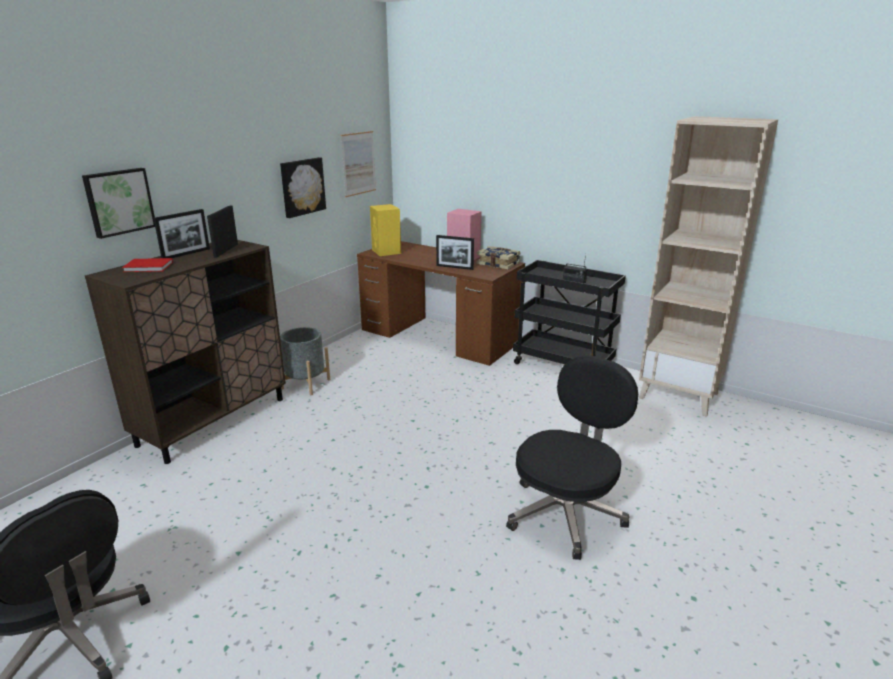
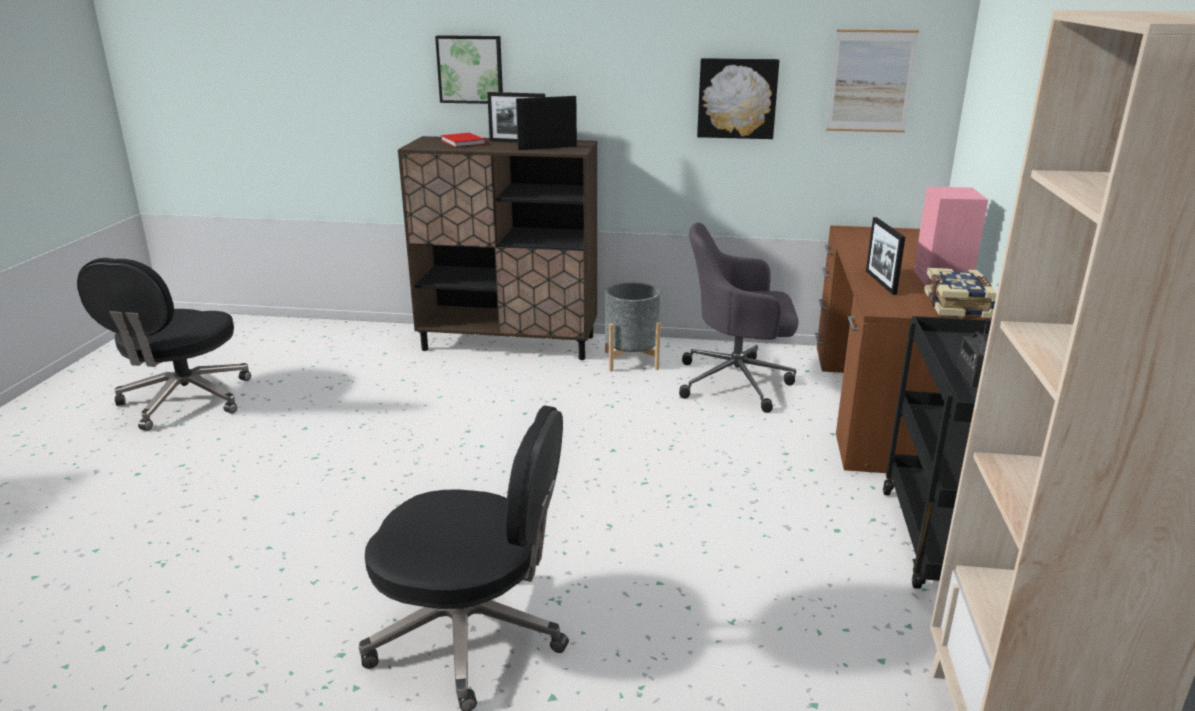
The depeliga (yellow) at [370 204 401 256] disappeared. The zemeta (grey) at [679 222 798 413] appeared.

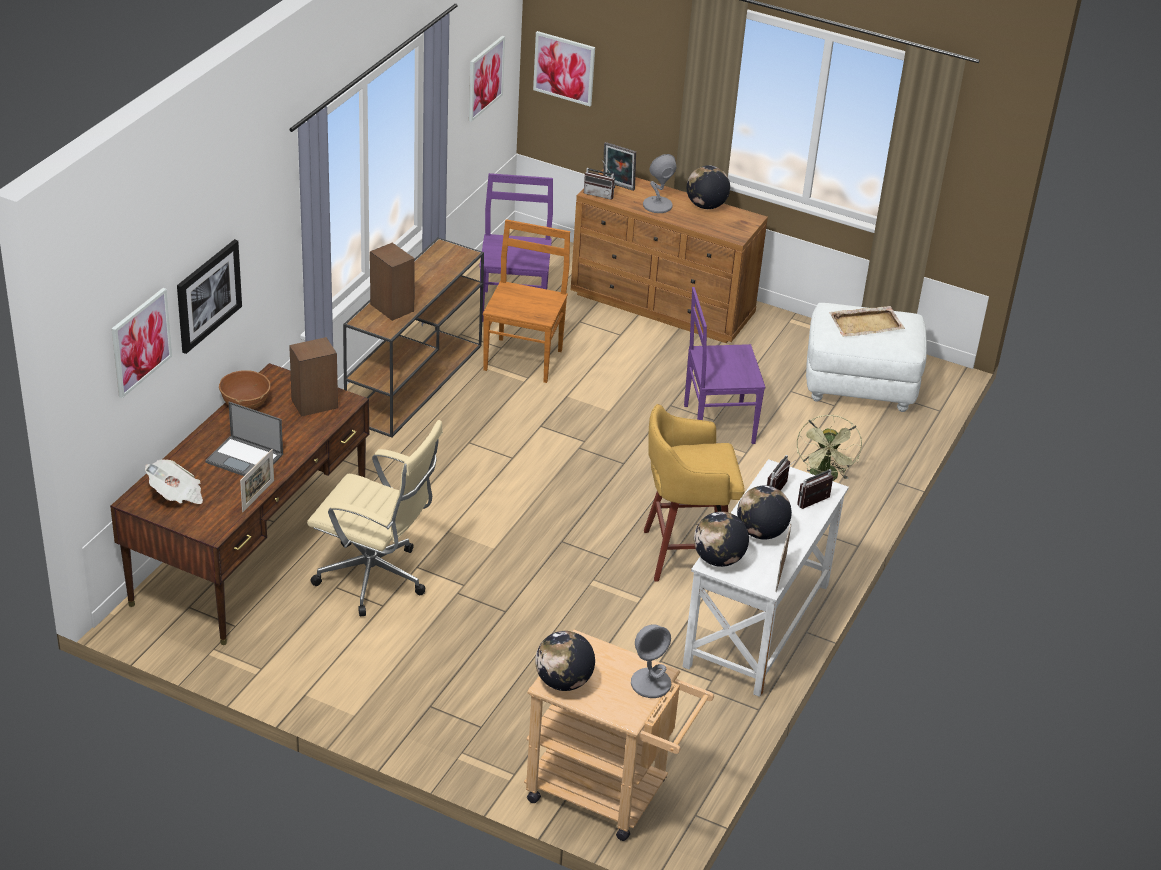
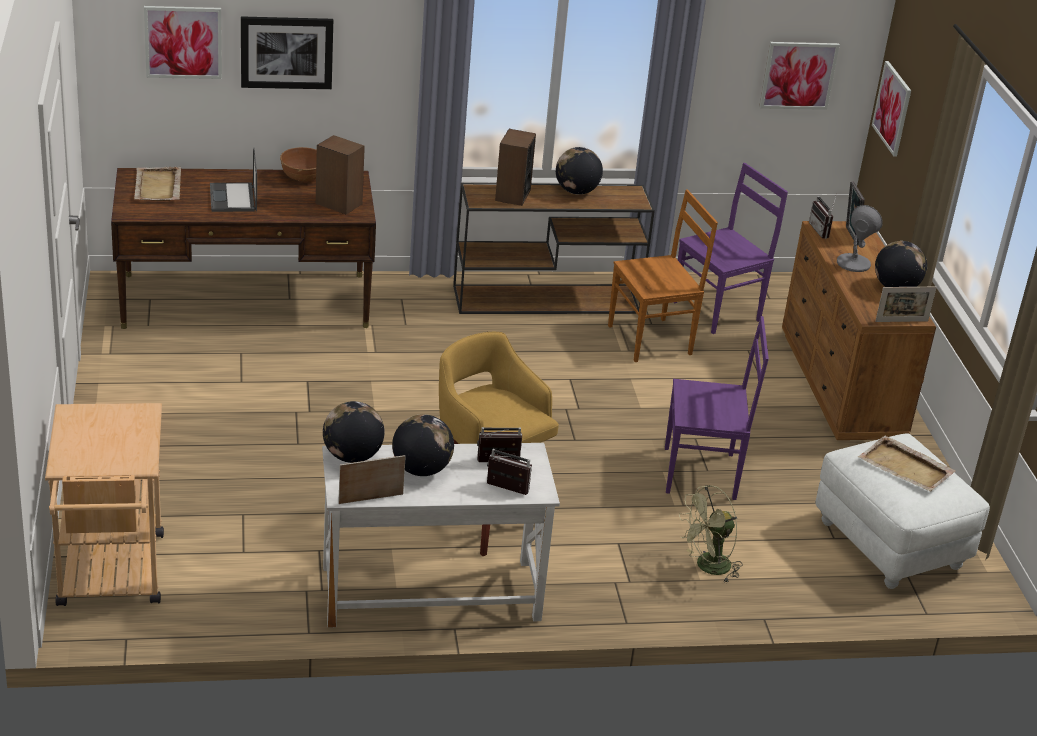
The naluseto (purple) at [684 287 765 444] turned 135 degrees clockwise. The zemeta (beige) at [307 420 443 616] disappeared. The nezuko moved from [240 449 274 512] to [875 287 937 322]. The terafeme at [145 459 203 504] was replaced by the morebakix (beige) at [134 166 181 201]. The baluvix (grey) at [631 624 672 698] disappeared. The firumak moved from [535 631 595 691] to [556 147 603 195].

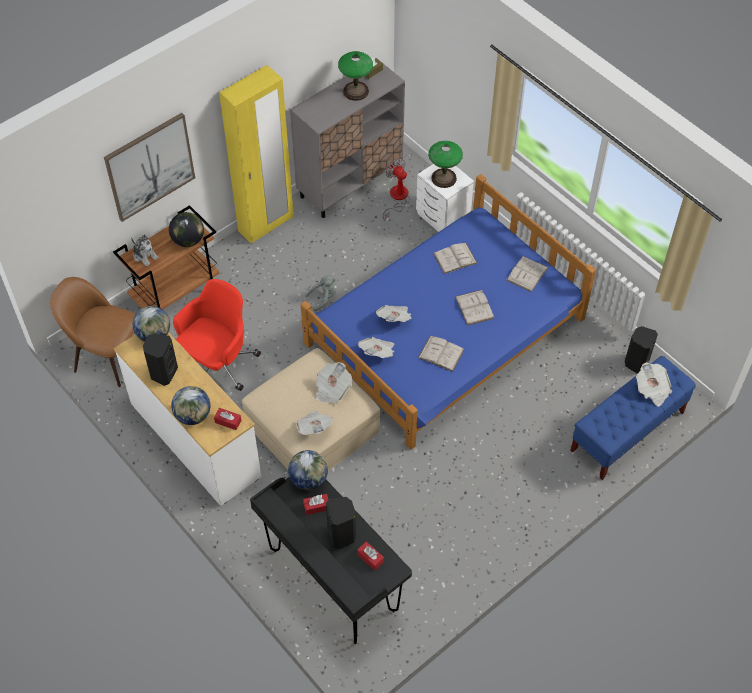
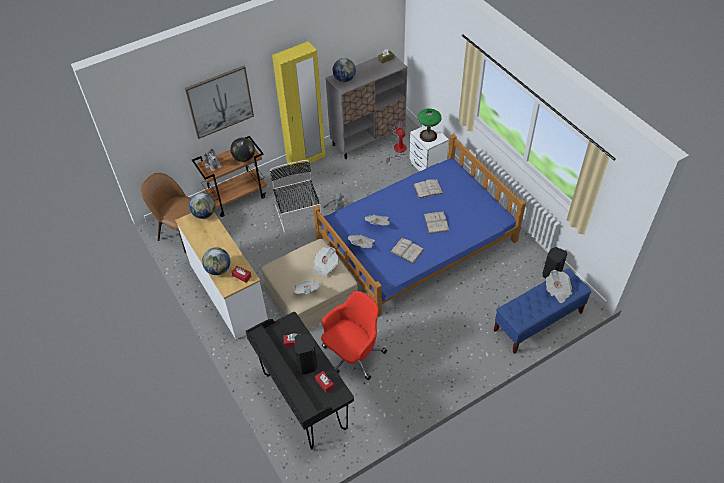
The baluvix at [338 51 373 101] disappeared. The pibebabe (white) at [506 256 548 292] disappeared. The zemeta (red) moved from [173 279 261 391] to [321 291 387 380]. The depeliga (black) at [143 333 178 386] disappeared. The firumak moved from [288 450 328 490] to [333 58 356 82]. The naluseto (black) at [270 160 321 233] appeared.

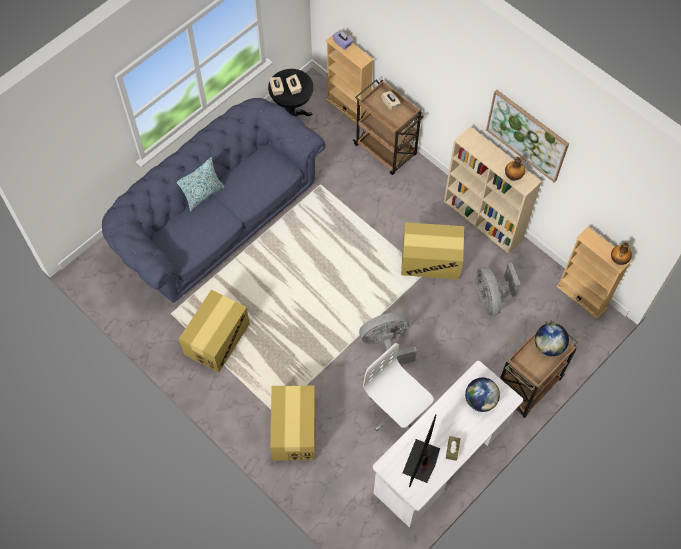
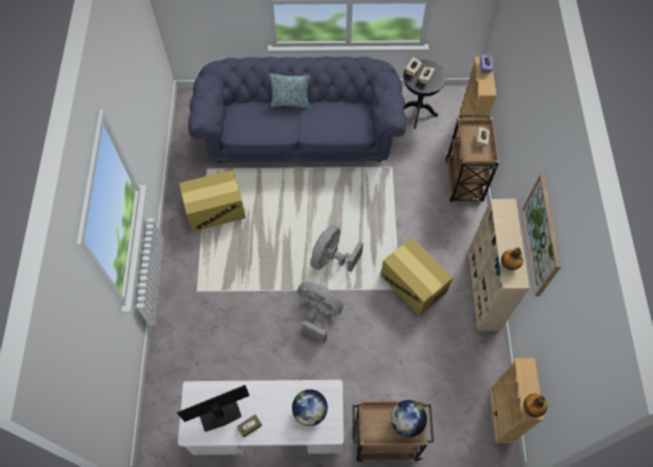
The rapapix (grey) moved from [475 263 521 316] to [311 225 363 272]. The zemeta (white) at [363 343 434 431] disappeared. The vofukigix at [270 386 315 461] disappeared.

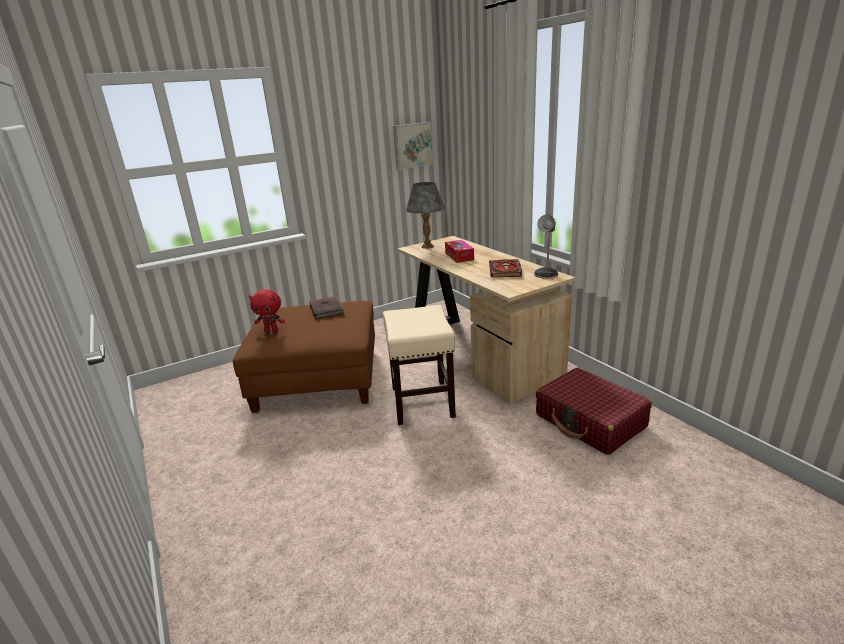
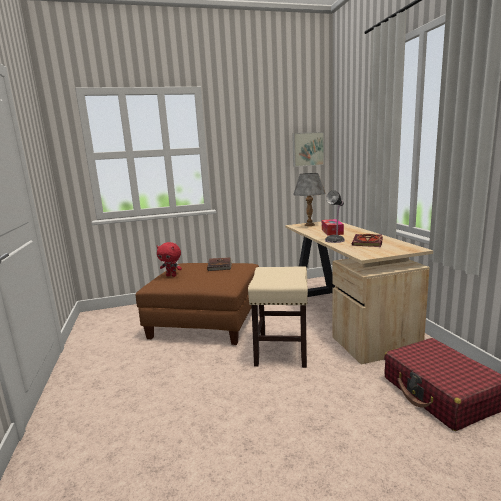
The baluvix moved from [534 214 558 279] to [325 190 345 243].

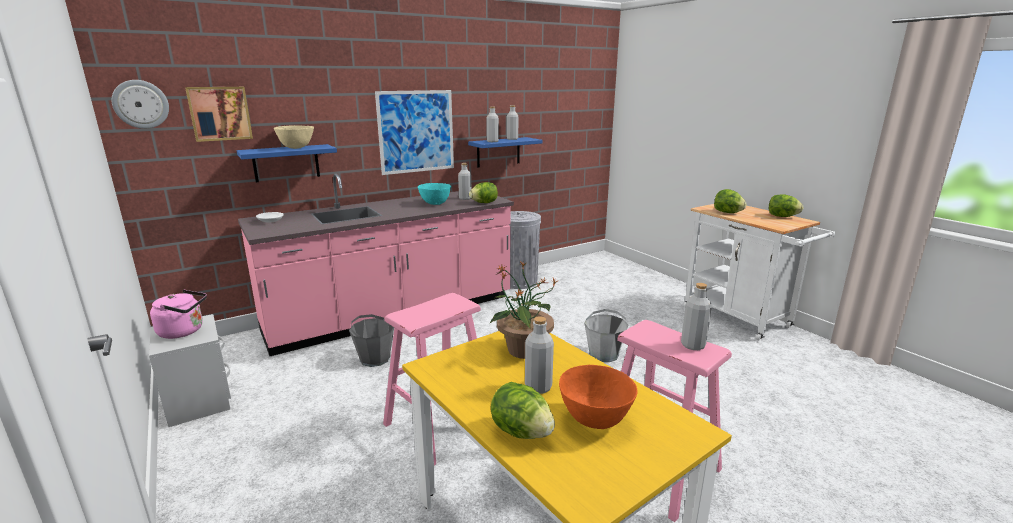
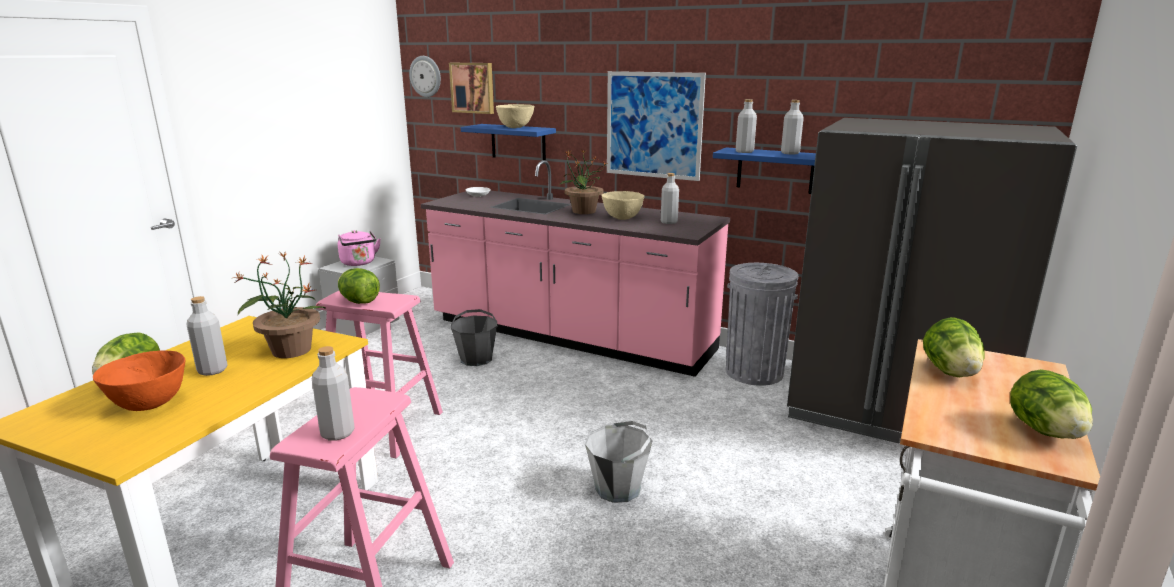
The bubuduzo moved from [469 182 498 203] to [338 268 380 304]. The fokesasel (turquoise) at [418 183 451 205] became the fokesasel (beige) at [601 191 644 220]. The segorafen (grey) at [787 118 1077 444] appeared. The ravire at [559 149 608 214] appeared.

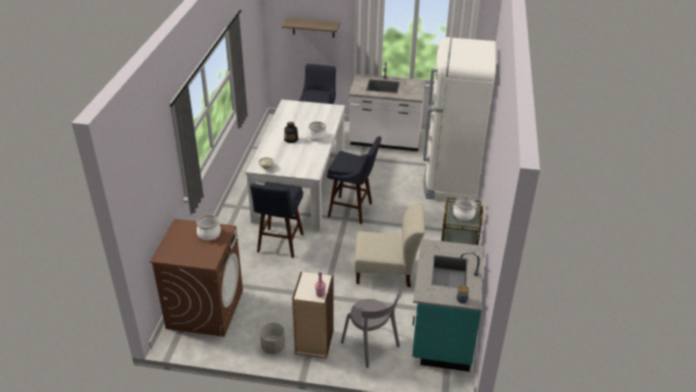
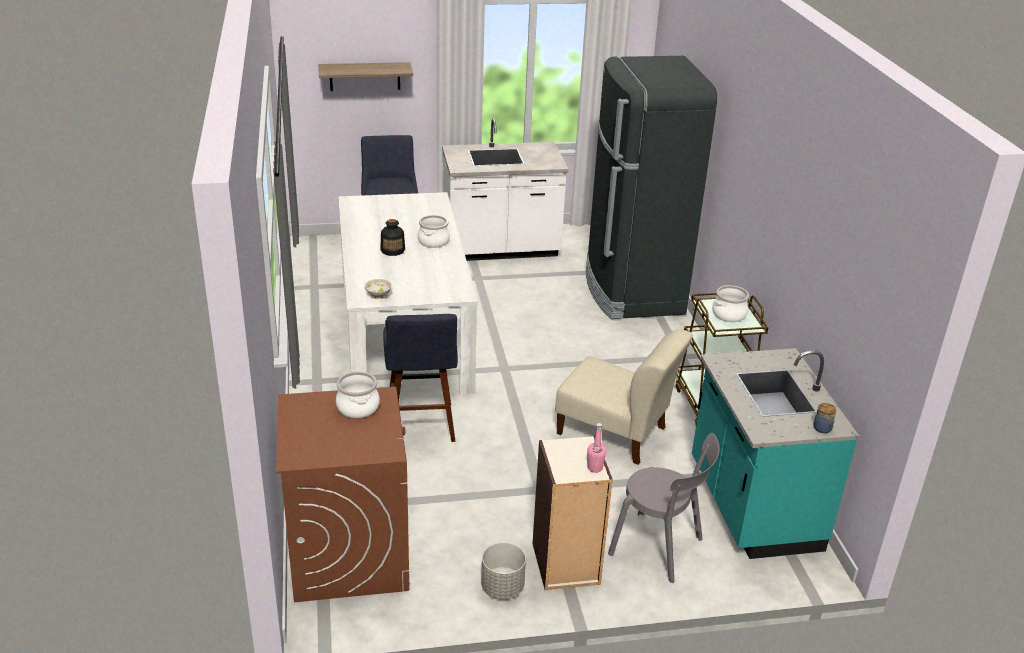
The segorafen (white) at [423 37 496 201] became the segorafen (black) at [586 56 717 319]. The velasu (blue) at [327 136 381 224] disappeared. The naluseto (beige) at [354 204 425 287] turned 45 degrees clockwise.

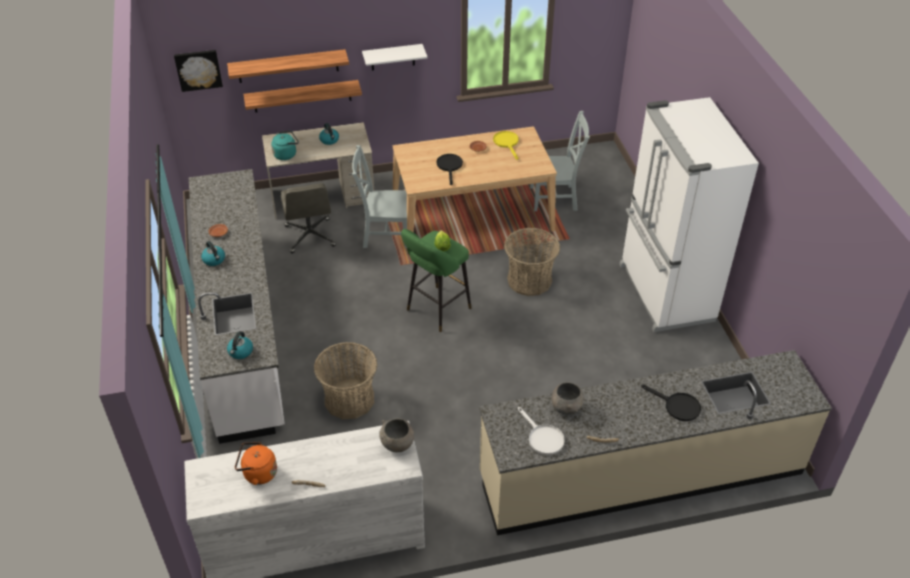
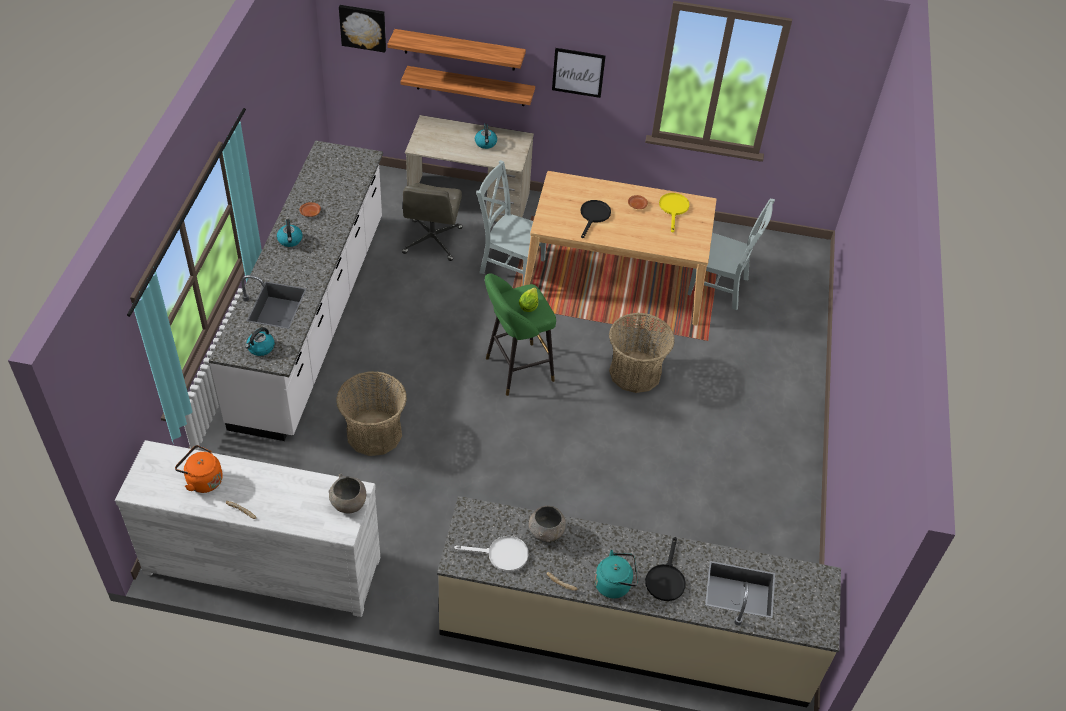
The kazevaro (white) at [362 44 428 70] was replaced by the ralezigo at [552 48 606 98]. The segorafen (white) at [619 97 759 332] disappeared. The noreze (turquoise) moved from [271 131 299 160] to [595 550 638 599]. The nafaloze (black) at [641 385 701 421] turned 45 degrees clockwise. The nafaloze (white) at [518 407 565 455] turned 75 degrees counterclockwise.

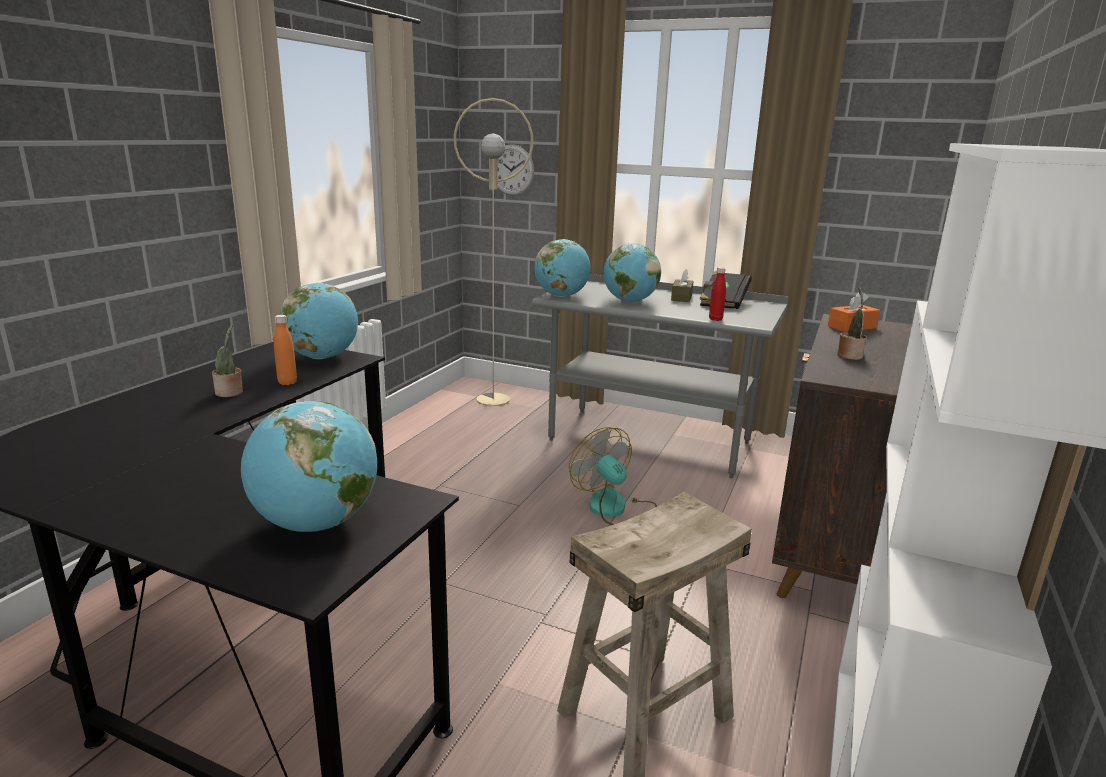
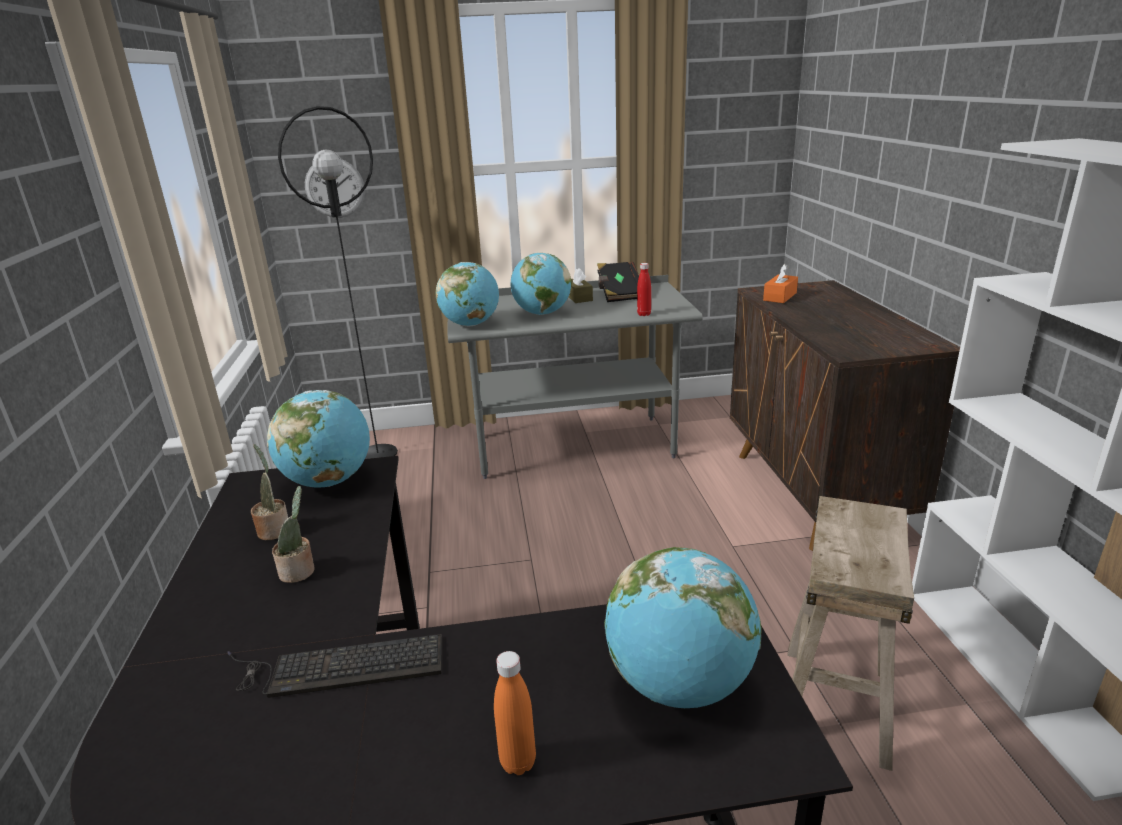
The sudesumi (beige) at [454 98 533 406] became the sudesumi (black) at [278 106 398 459]. The ravire moved from [837 286 867 360] to [251 444 288 540]. The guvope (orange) moved from [274 315 297 385] to [494 651 536 775]. The rapapix at [569 427 657 525] disappeared. The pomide at [227 634 442 698] appeared.

